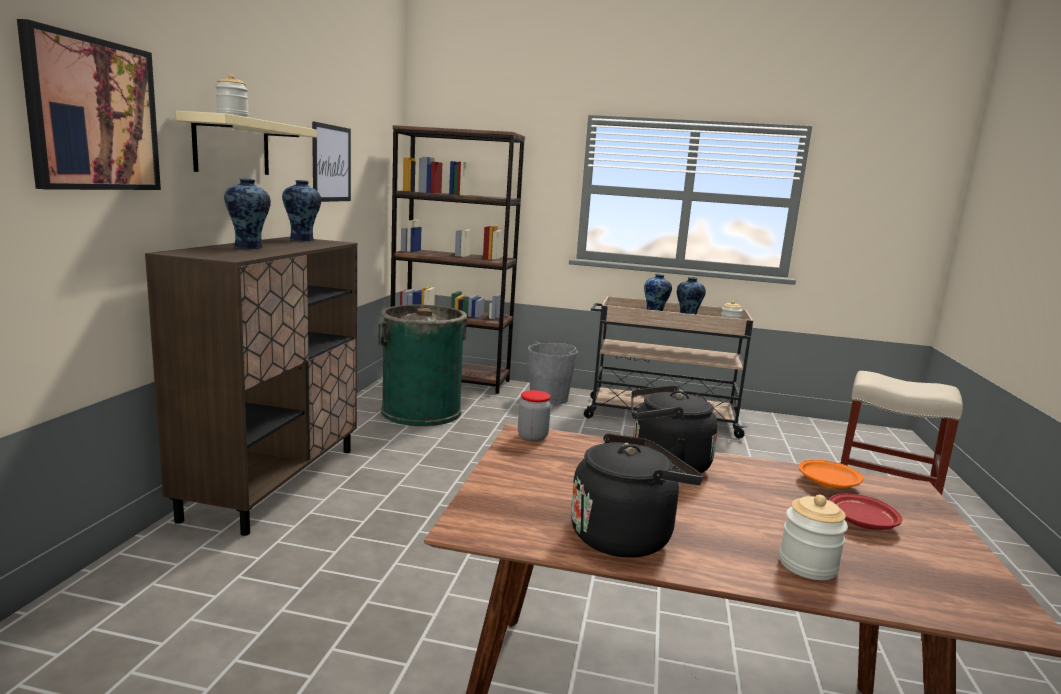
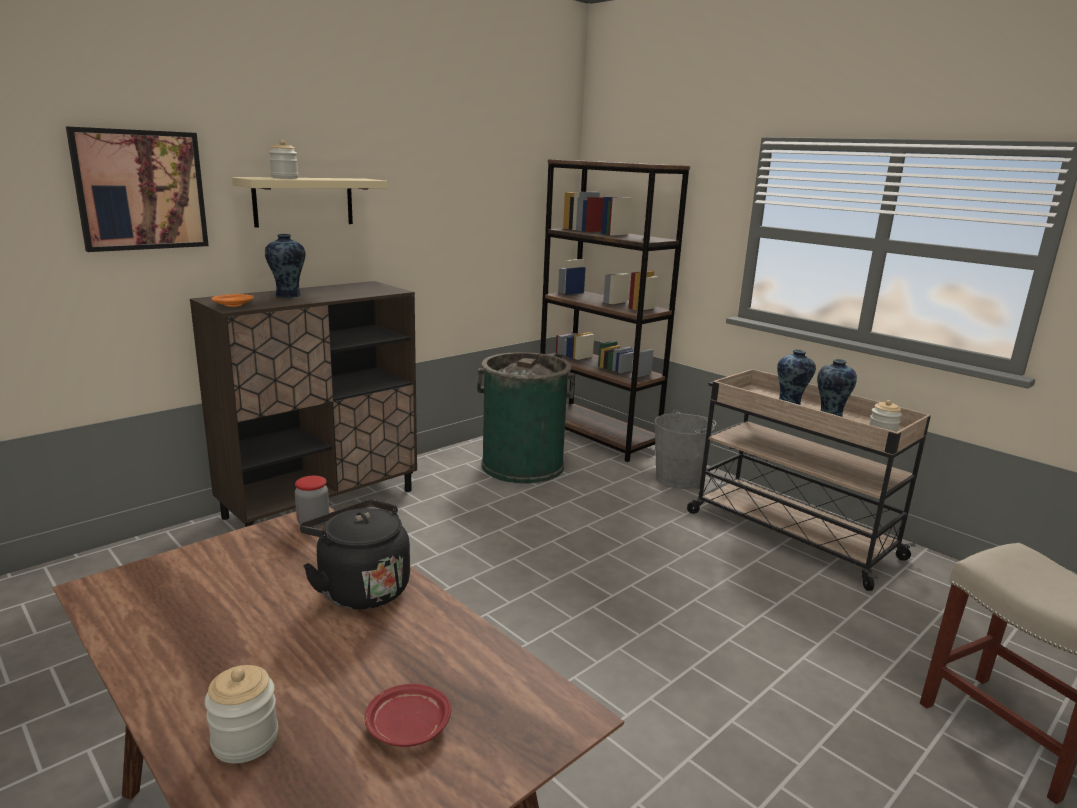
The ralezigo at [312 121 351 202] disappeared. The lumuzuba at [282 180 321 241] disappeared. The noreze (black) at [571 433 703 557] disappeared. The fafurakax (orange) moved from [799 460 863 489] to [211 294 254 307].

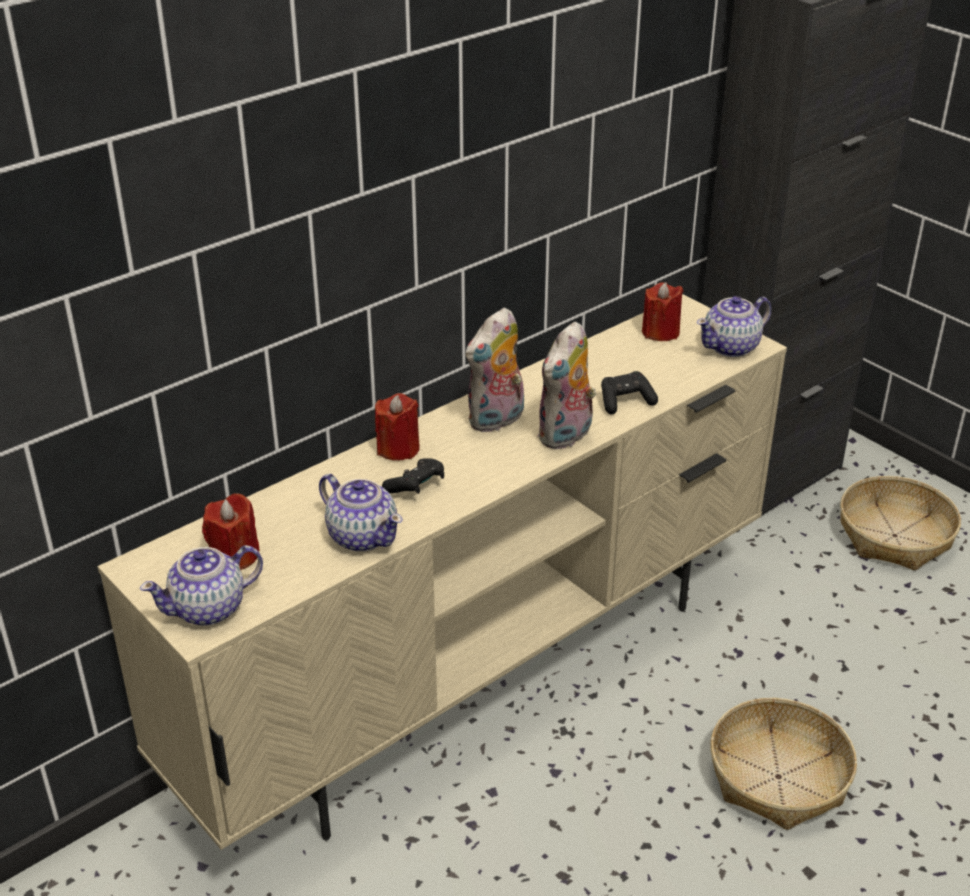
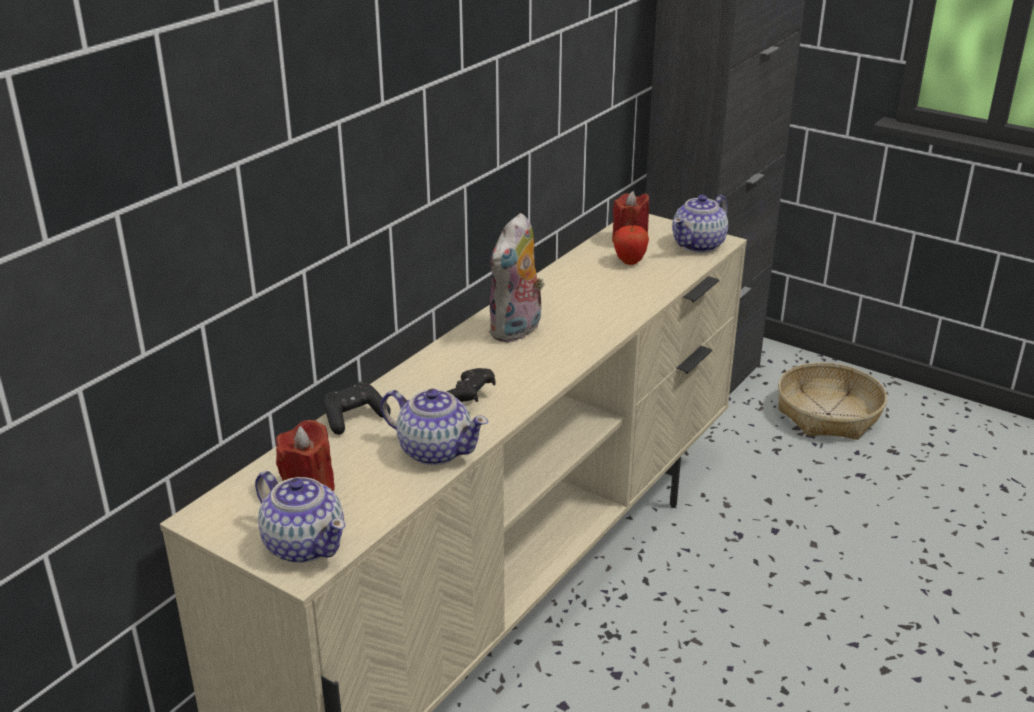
The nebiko at [537 321 596 450] disappeared. The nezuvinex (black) moved from [601 371 658 414] to [323 381 391 435]. The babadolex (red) at [375 393 420 461] disappeared. The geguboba at [140 545 263 626] turned 90 degrees counterclockwise. The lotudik at [710 698 857 830] disappeared. The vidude at [613 225 649 265] appeared.

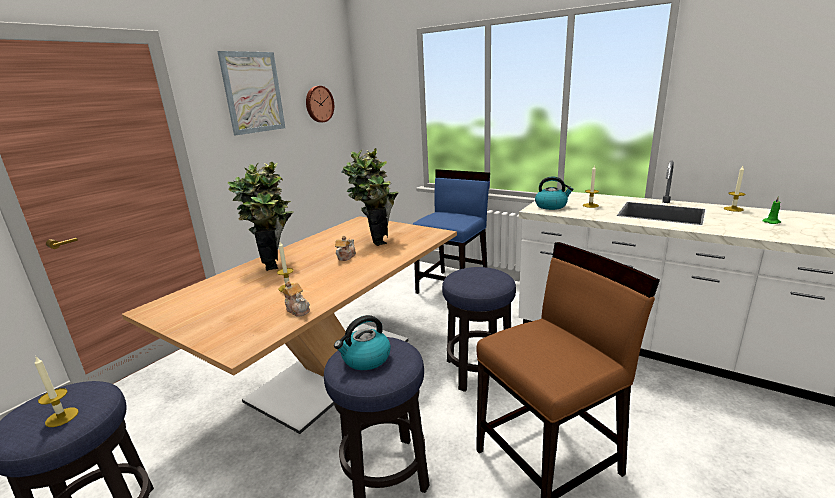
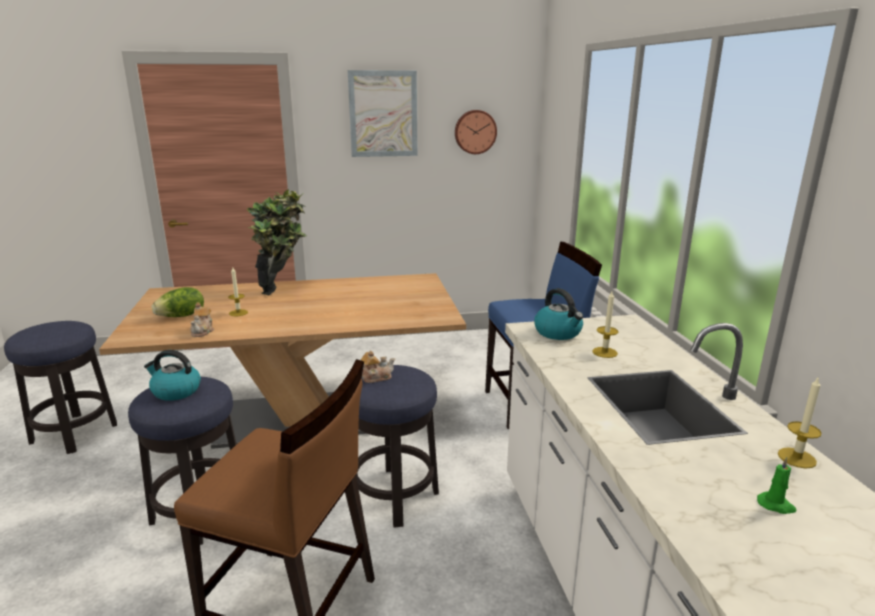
The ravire at [341 148 399 246] disappeared. The geguboba moved from [335 236 356 261] to [360 351 395 383]. The babadolex at [35 357 79 427] disappeared. The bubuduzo at [151 287 204 317] appeared.

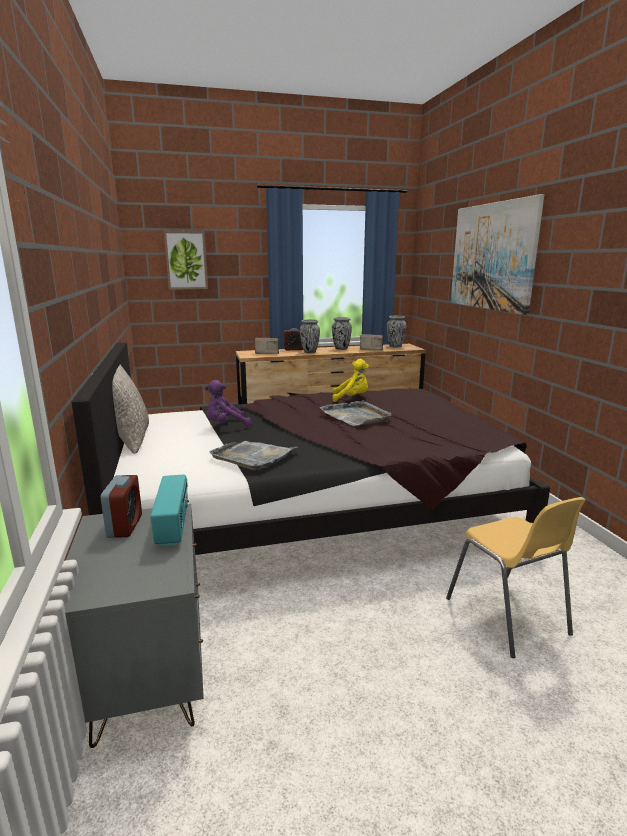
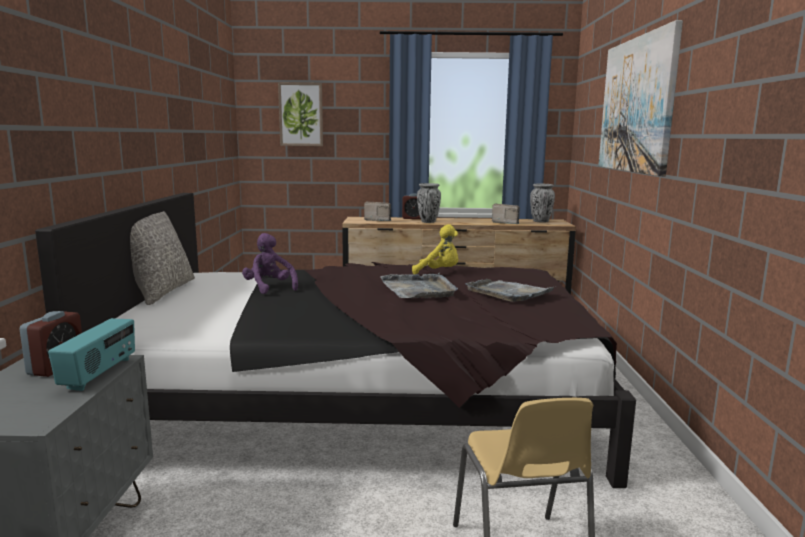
The lumuzuba at [332 317 352 350] disappeared. The nebiko (purple) at [205 380 252 426] turned 60 degrees clockwise. The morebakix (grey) moved from [209 441 297 470] to [465 279 553 302].

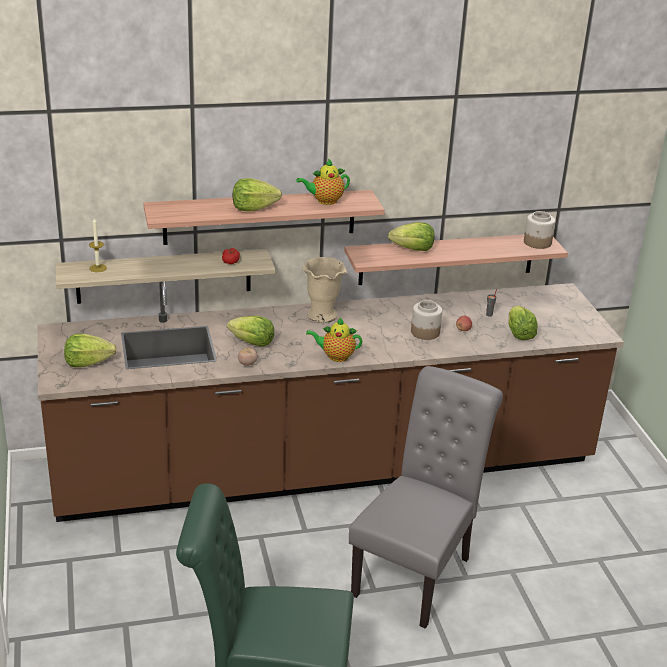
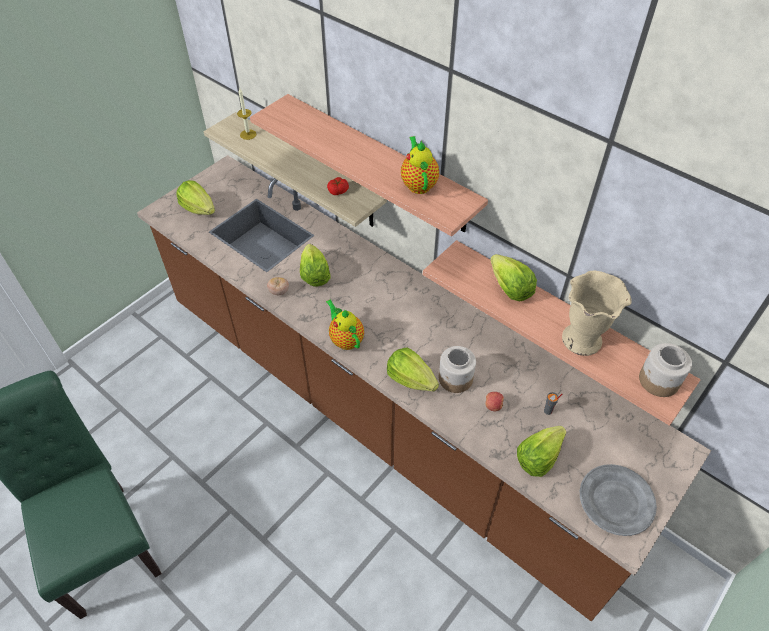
The geguboba at [296 159 350 205] turned 45 degrees clockwise. The bubuduzo moved from [233 178 282 211] to [387 348 439 391]. The lumuzuba (beige) moved from [303 257 347 323] to [562 271 632 356]. The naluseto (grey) at [349 366 503 629] disappeared. The fafurakax (grey) at [580 464 657 536] appeared.

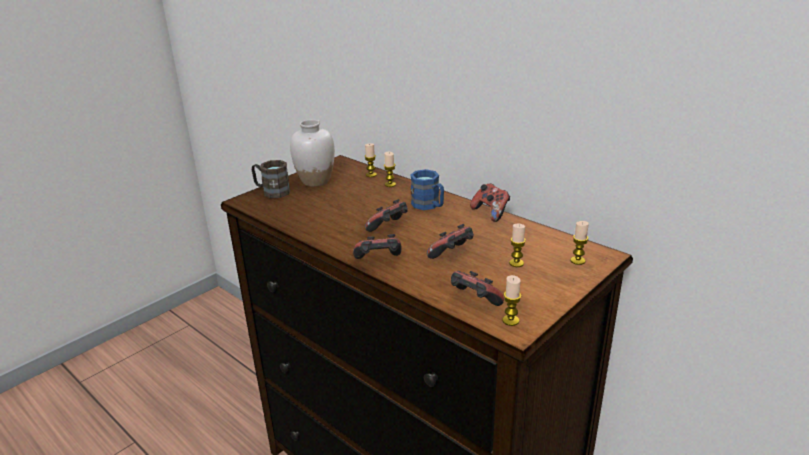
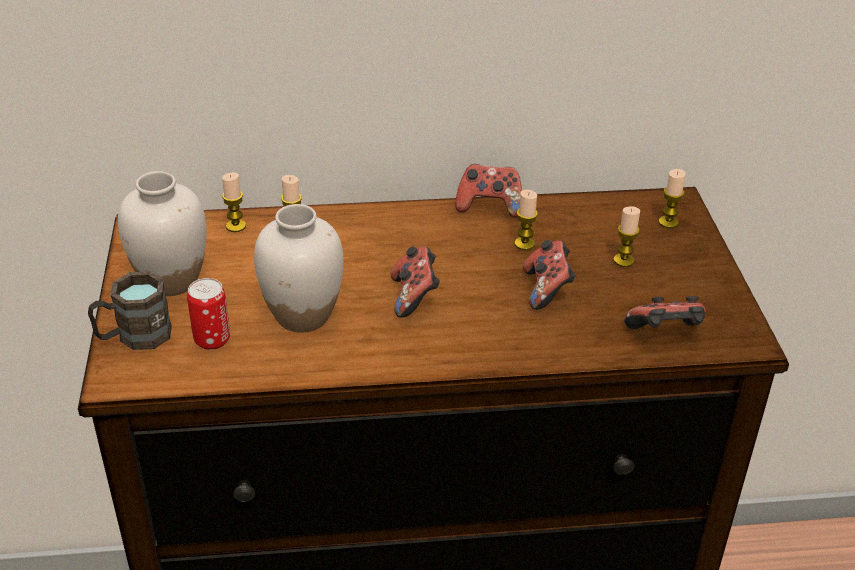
The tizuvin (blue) at [410 169 444 210] disappeared. The nezuvinex at [353 234 401 259] disappeared. The babadolex moved from [503 275 521 326] to [515 190 538 250]. The lumuzuba (white) at [254 204 343 333] appeared. The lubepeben at [187 278 230 350] appeared.

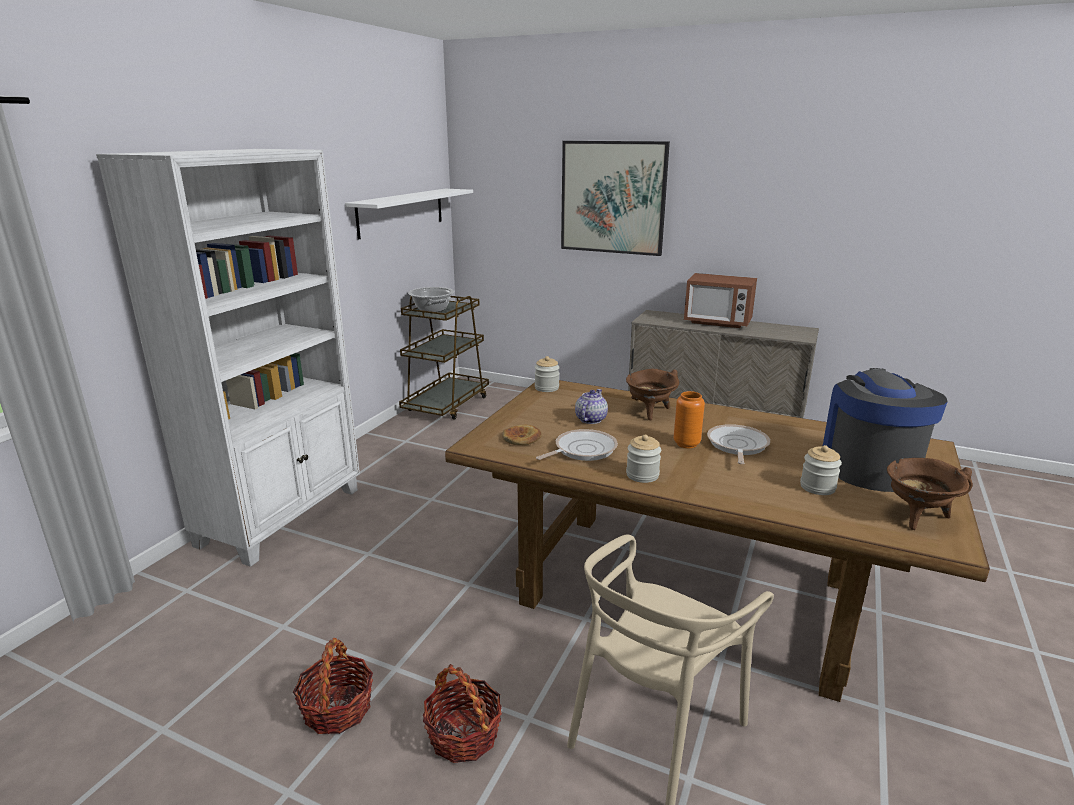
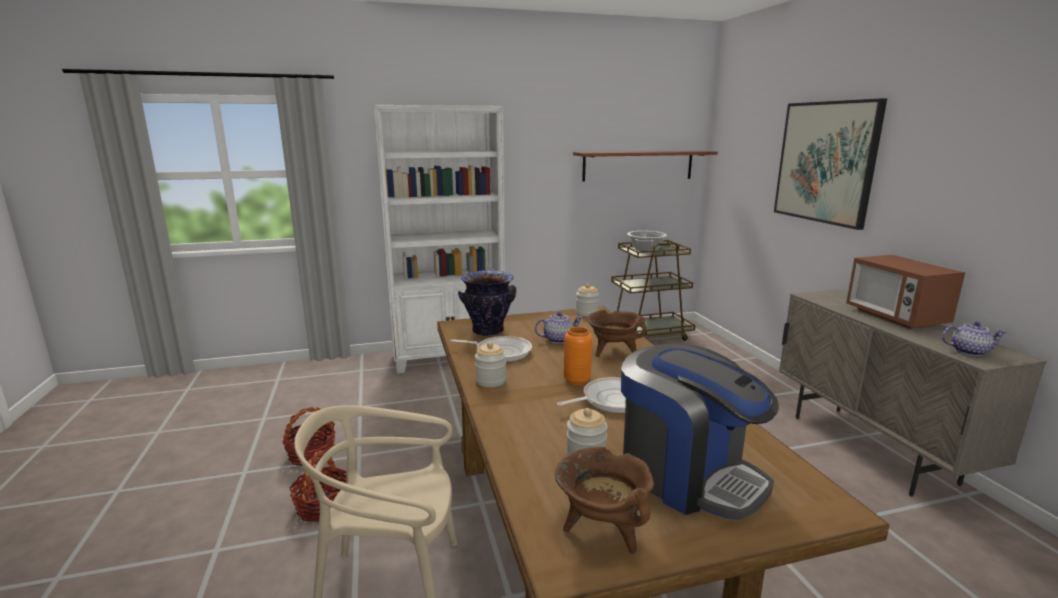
The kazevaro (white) at [345 189 473 240] became the kazevaro (brown) at [573 150 718 182]. The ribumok at [823 368 948 492] turned 75 degrees clockwise. The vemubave at [502 425 542 445] was replaced by the lumuzuba at [458 270 516 336]. The geguboba at [942 321 1007 356] appeared.

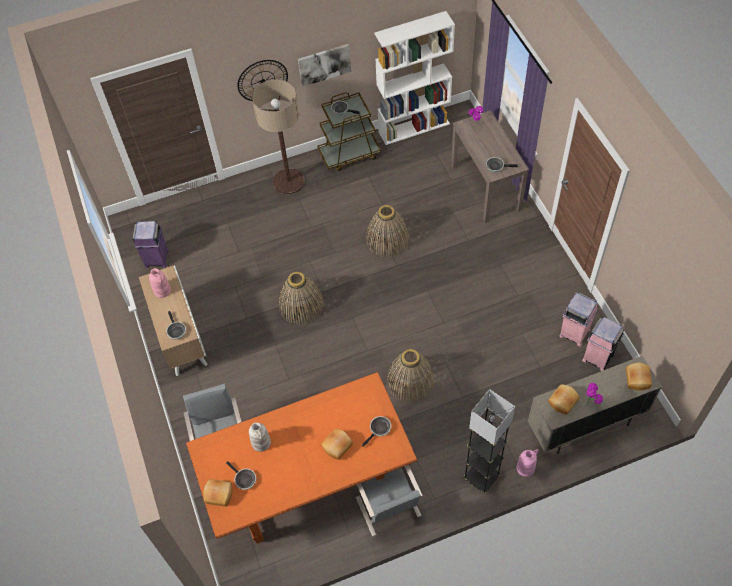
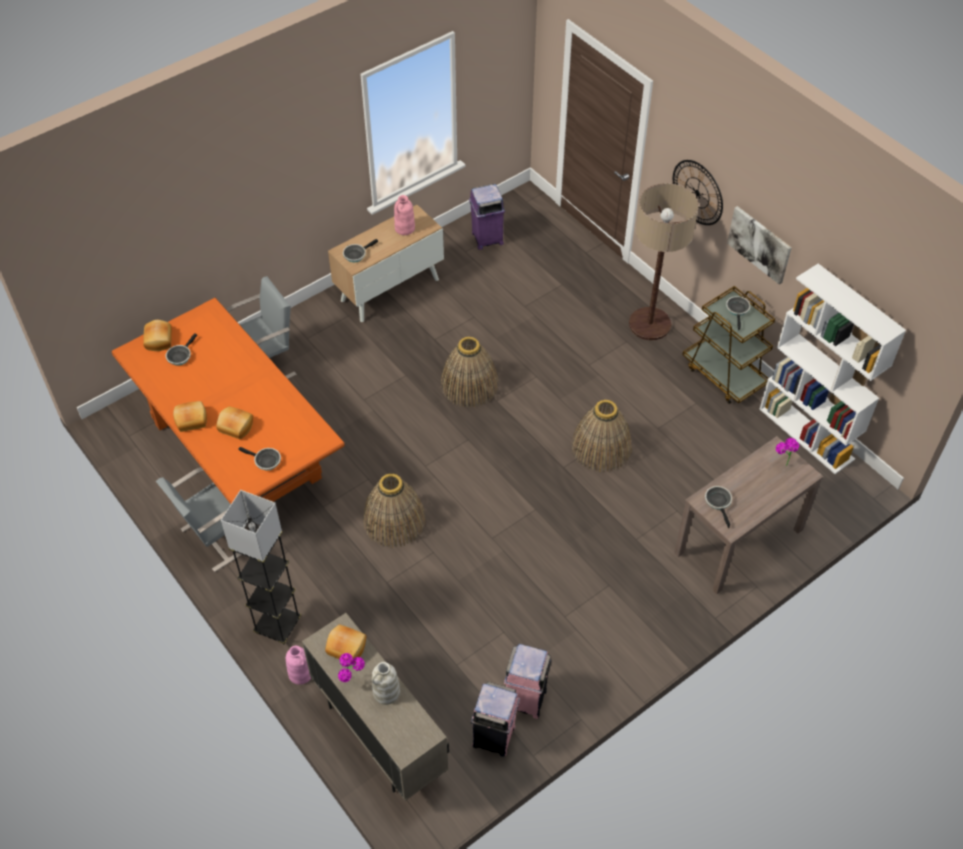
The vemubave moved from [626 362 652 391] to [173 401 207 432]. The lumuzuba (white) moved from [249 422 271 452] to [372 662 400 705].

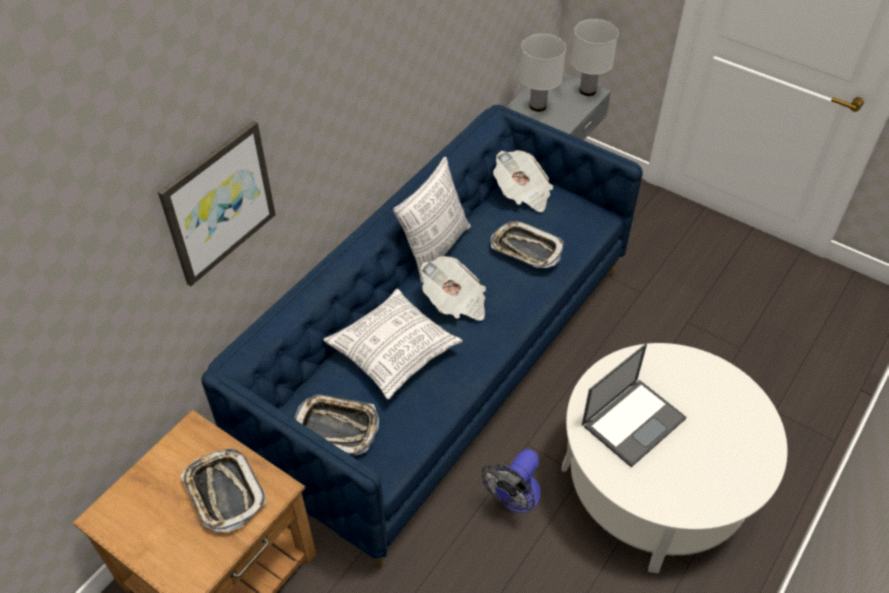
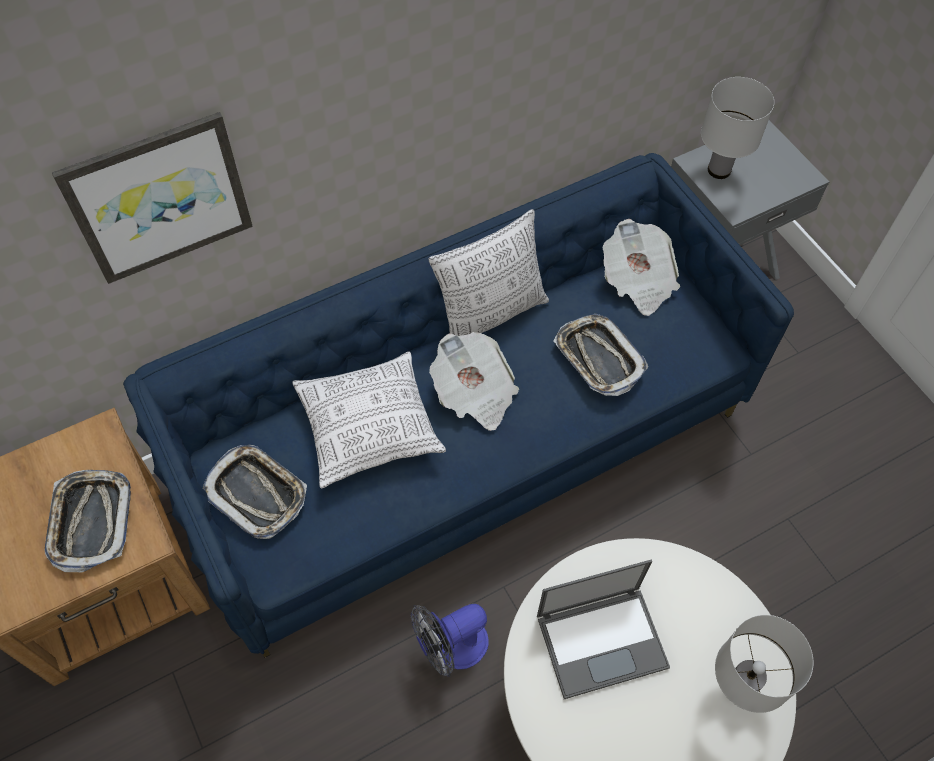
The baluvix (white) moved from [571 19 618 96] to [715 615 813 713].

